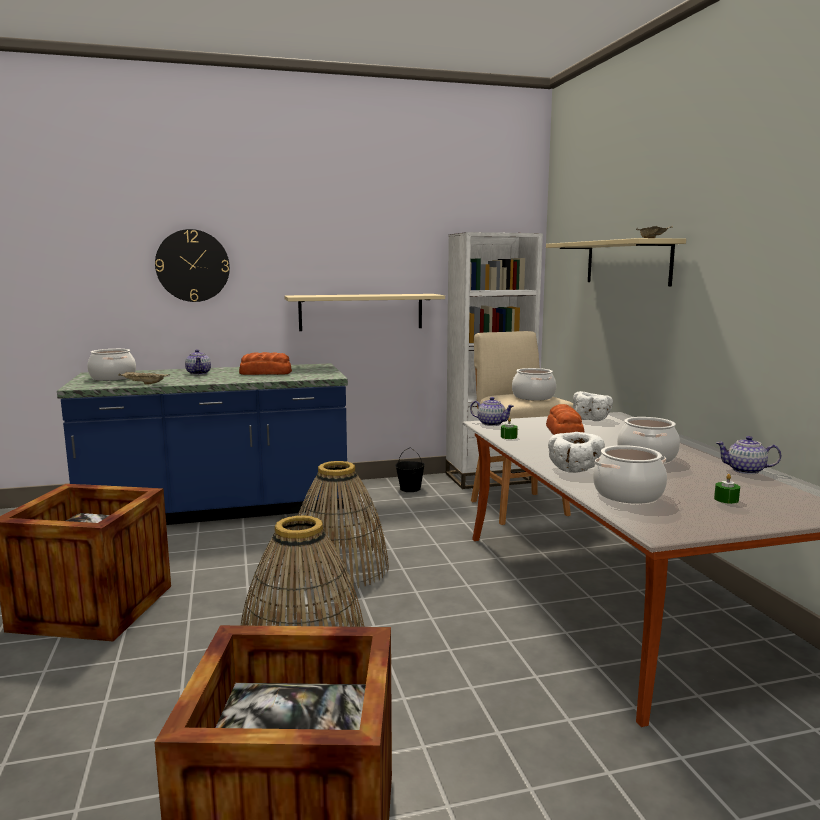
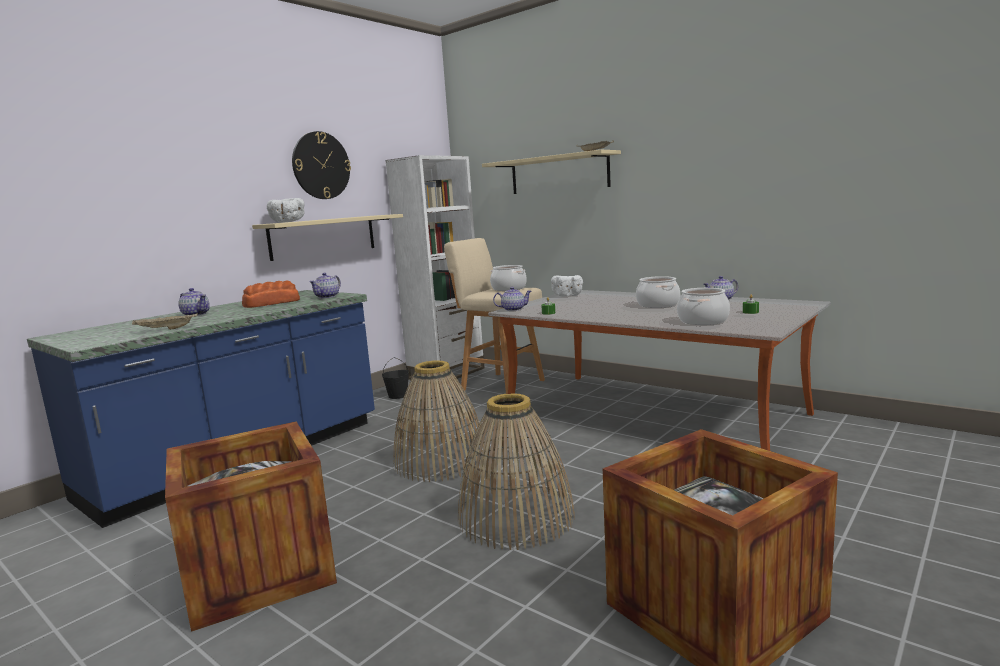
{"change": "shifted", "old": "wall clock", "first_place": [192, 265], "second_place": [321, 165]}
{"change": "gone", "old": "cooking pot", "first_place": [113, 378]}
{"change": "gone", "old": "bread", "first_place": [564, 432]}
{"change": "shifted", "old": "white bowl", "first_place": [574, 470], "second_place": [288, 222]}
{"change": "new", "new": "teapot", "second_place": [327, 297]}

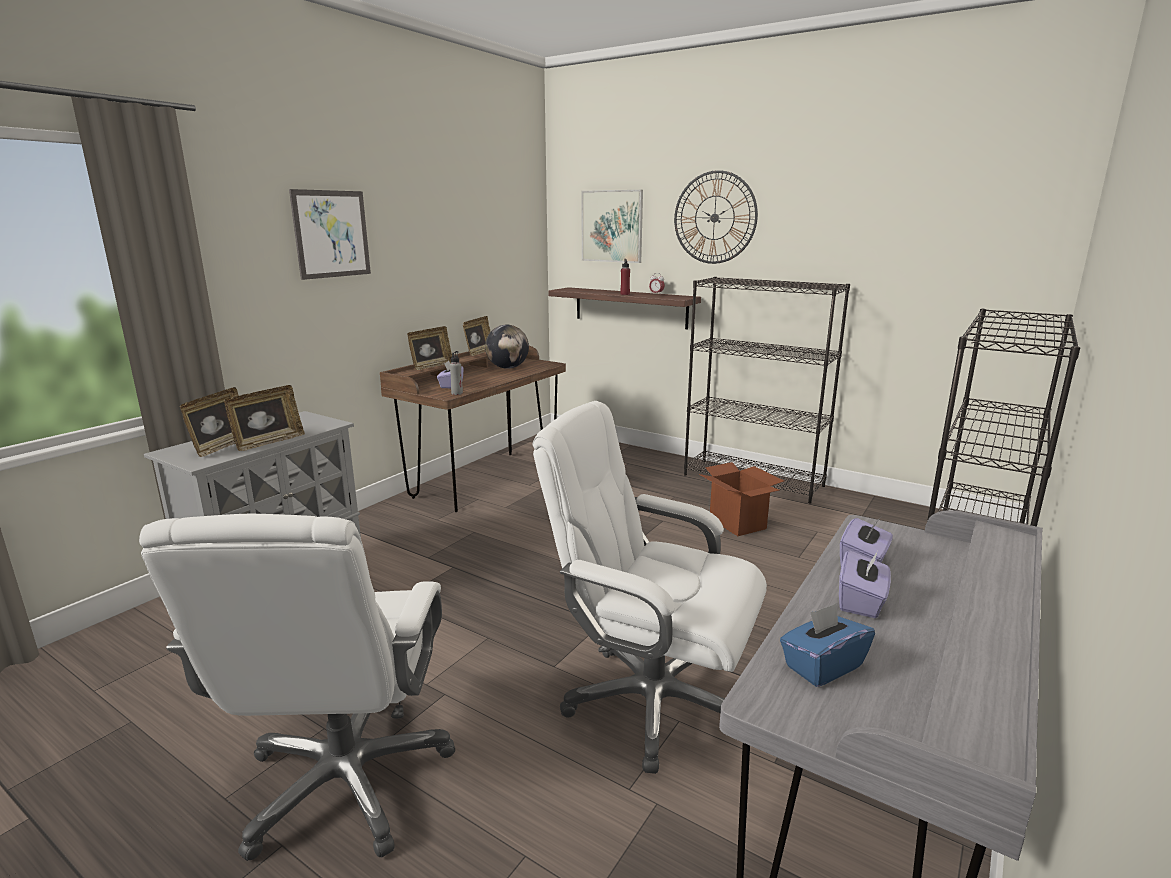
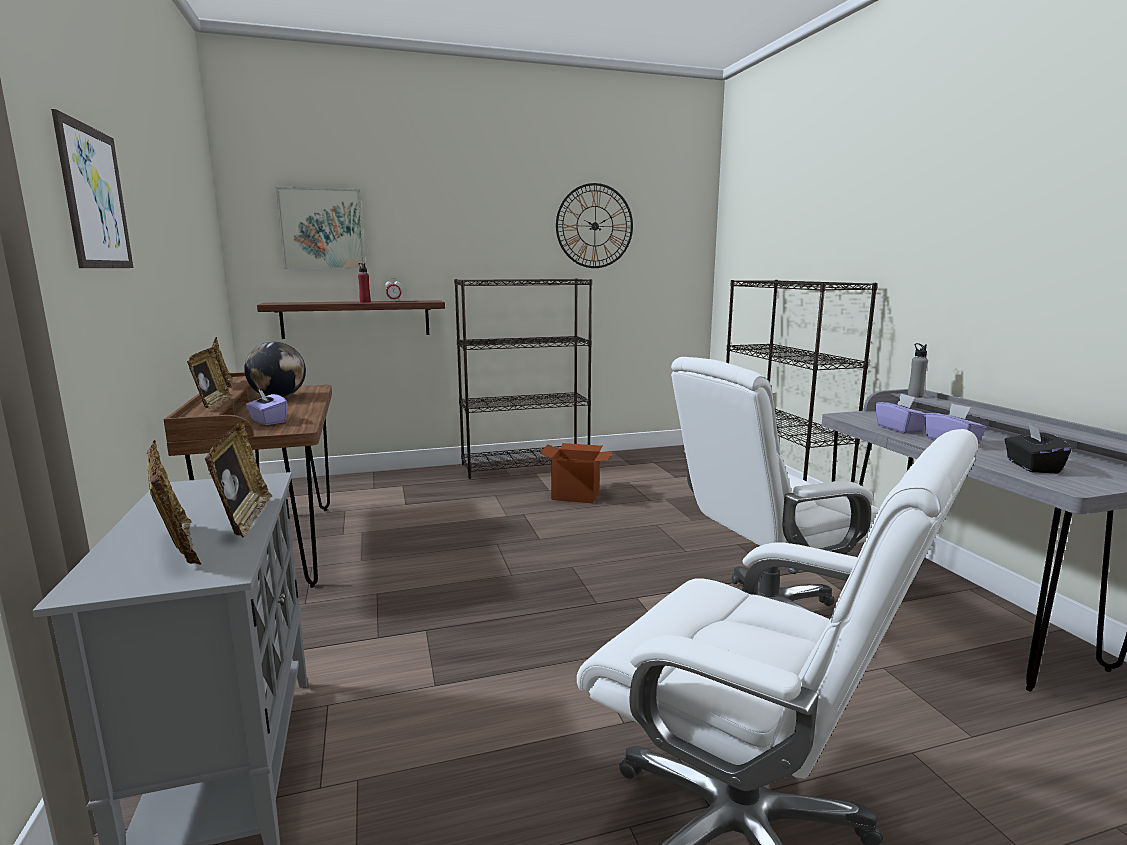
{"change": "shifted", "old": "wall clock", "first_place": [714, 218], "second_place": [594, 226]}
{"change": "shifted", "old": "grey bottle", "first_place": [457, 393], "second_place": [915, 396]}
{"change": "repainted", "old": "blue tissue box", "new": "black tissue box", "first_place": [822, 666], "second_place": [1031, 467]}

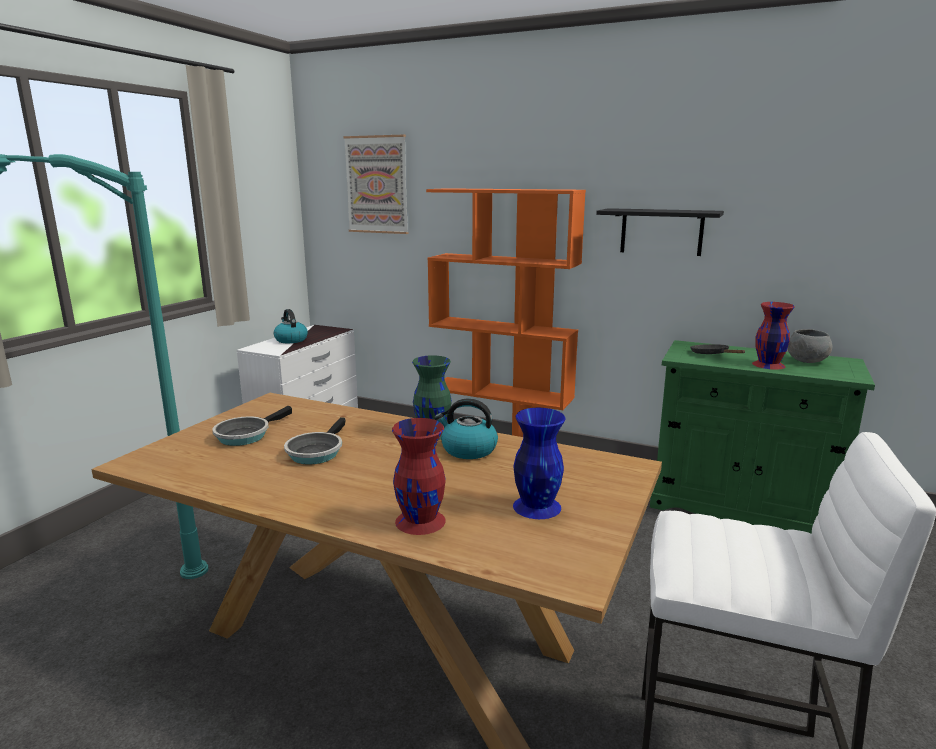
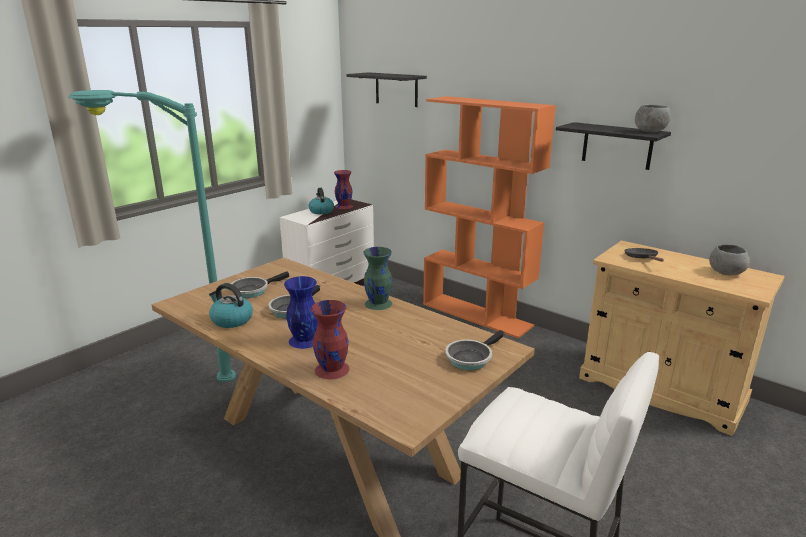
{"change": "swapped", "old": "picture", "new": "black shelf", "first_place": [377, 185], "second_place": [396, 89]}
{"change": "shifted", "old": "red vase", "first_place": [767, 365], "second_place": [343, 206]}
{"change": "repainted", "old": "green cabinet", "new": "beige cabinet", "first_place": [741, 507], "second_place": [661, 389]}
{"change": "shifted", "old": "kettle", "first_place": [468, 450], "second_place": [231, 320]}
{"change": "shifted", "old": "blue vase", "first_place": [536, 506], "second_place": [304, 340]}
{"change": "new", "new": "grey bowl", "second_place": [649, 131]}
{"change": "new", "new": "frying pan", "second_place": [470, 358]}

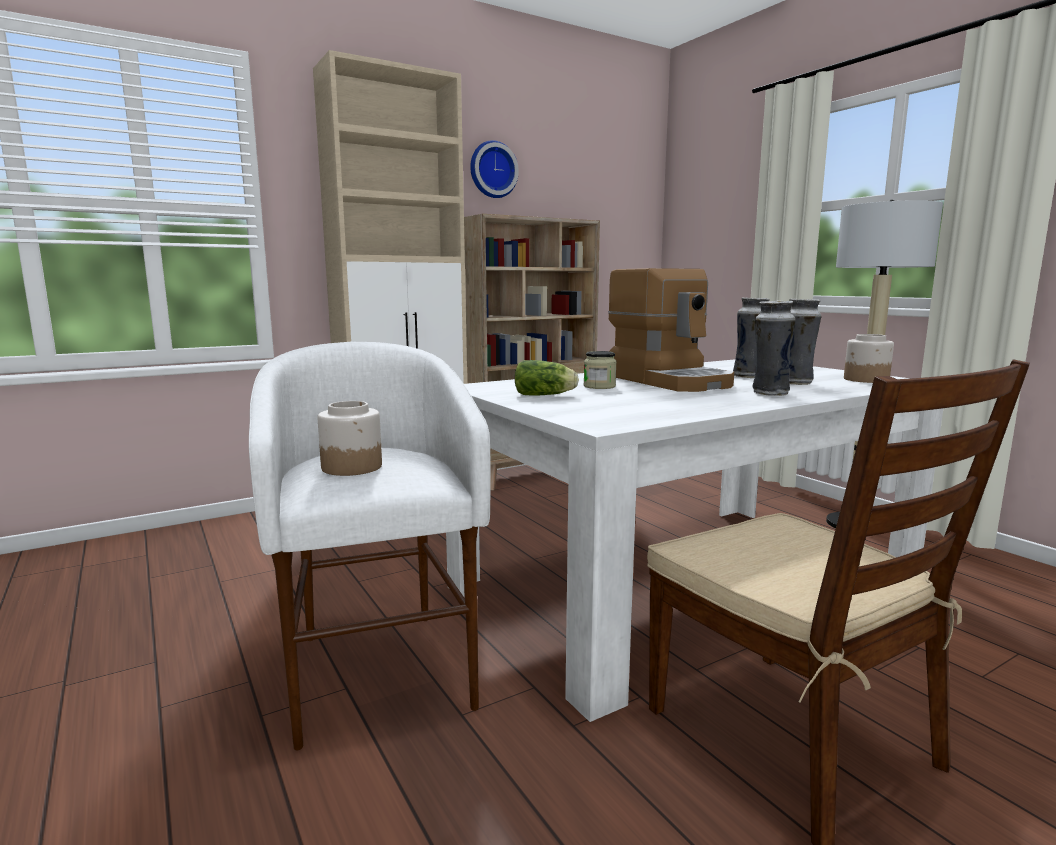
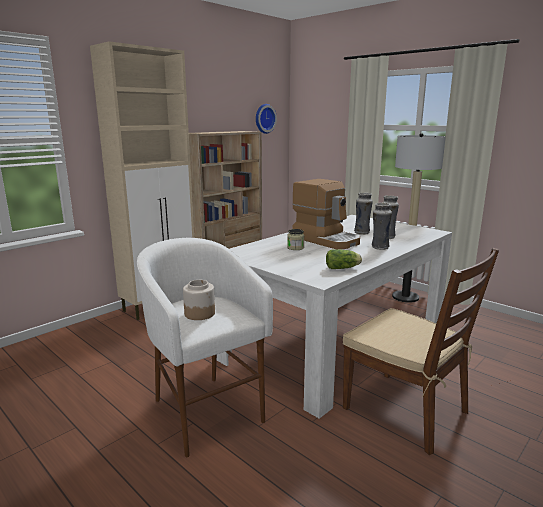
{"change": "shifted", "old": "wall clock", "first_place": [492, 170], "second_place": [264, 118]}
{"change": "gone", "old": "jar", "first_place": [866, 380]}
{"change": "shifted", "old": "lettuce", "first_place": [546, 395], "second_place": [343, 268]}

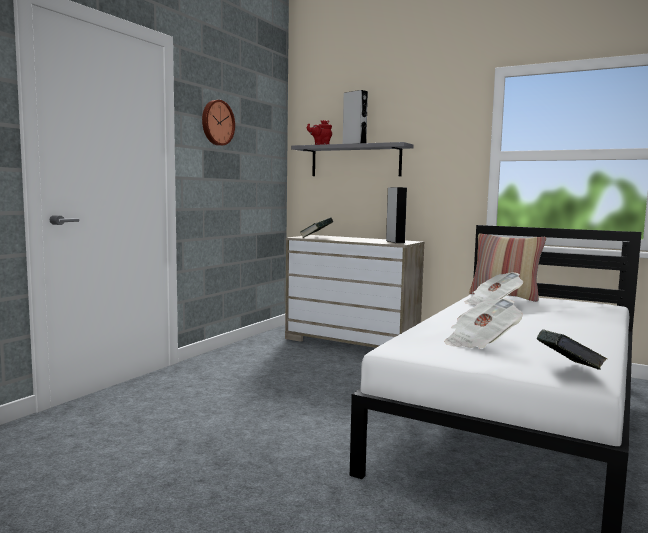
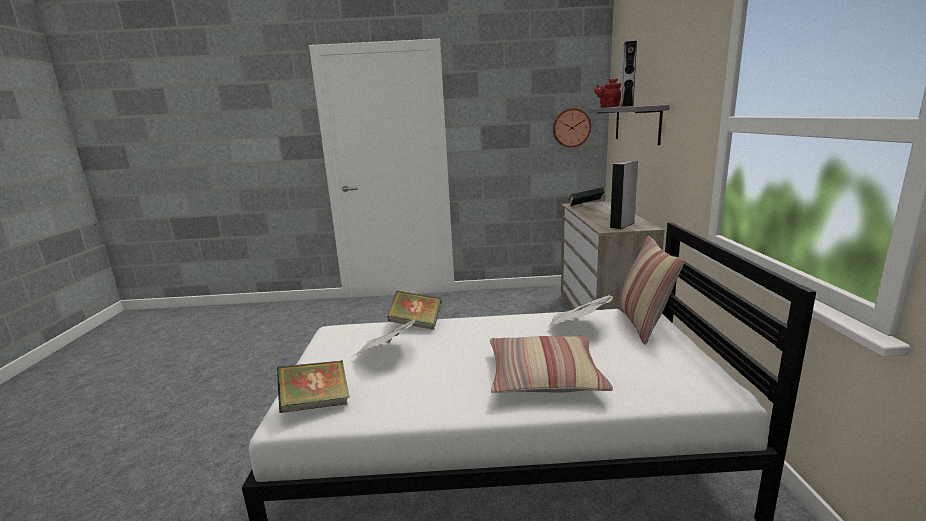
{"change": "shifted", "old": "wall clock", "first_place": [216, 123], "second_place": [571, 128]}
{"change": "new", "new": "book", "second_place": [416, 324]}
{"change": "new", "new": "pillow", "second_place": [544, 376]}

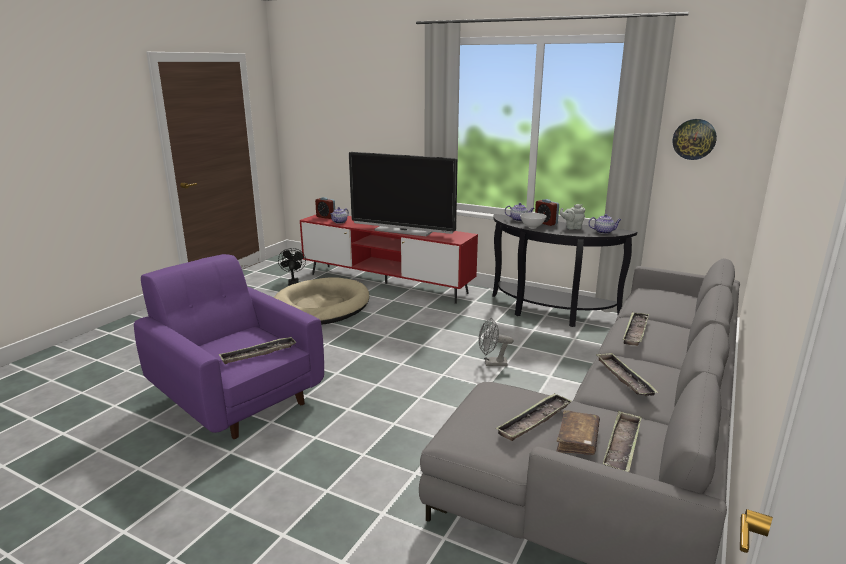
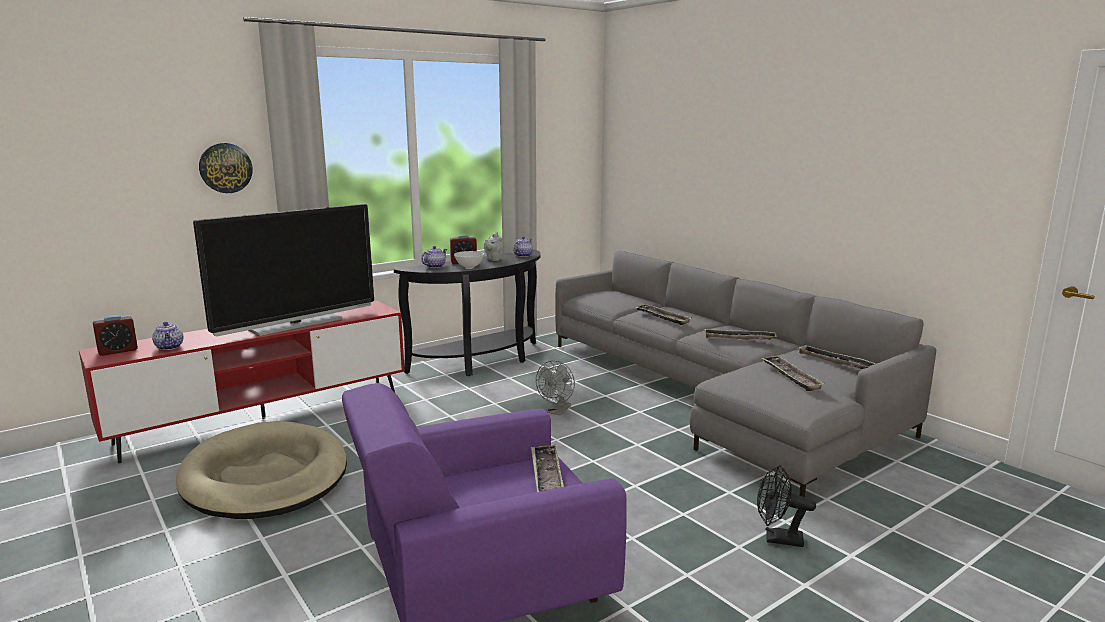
{"change": "shifted", "old": "wall clock", "first_place": [694, 139], "second_place": [225, 168]}
{"change": "shifted", "old": "black fan", "first_place": [293, 281], "second_place": [777, 539]}
{"change": "gone", "old": "brown book", "first_place": [577, 439]}

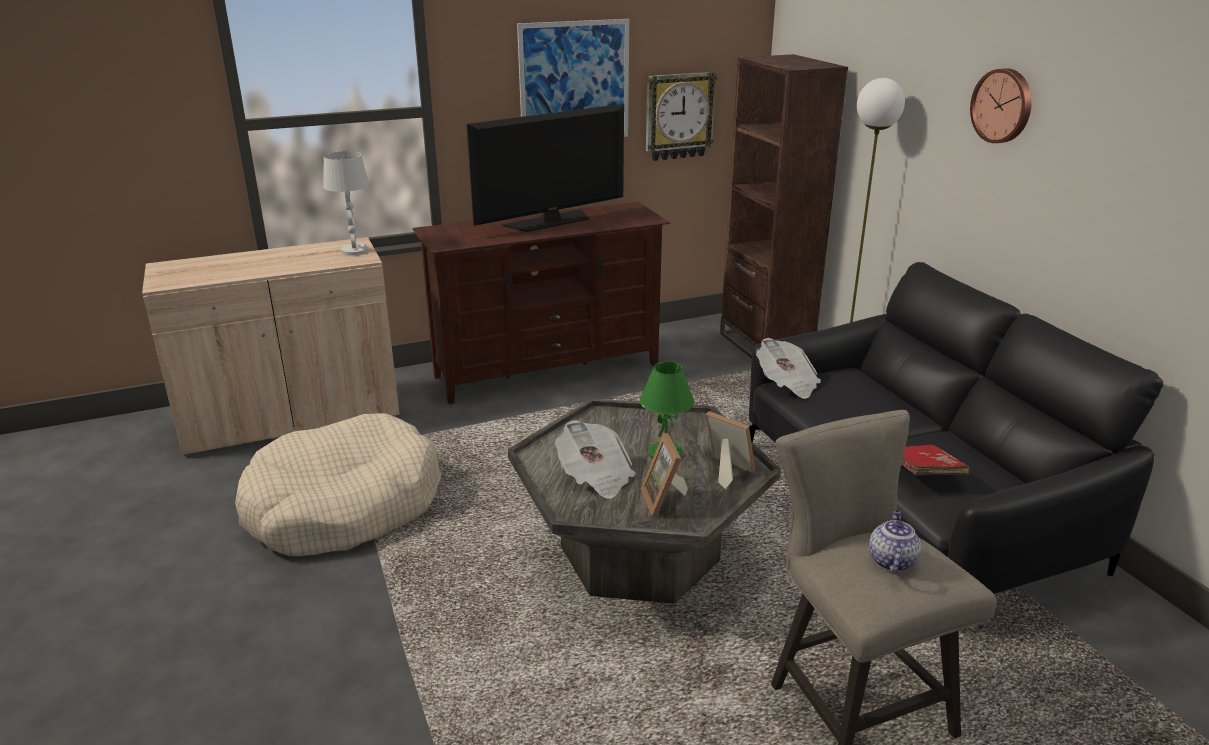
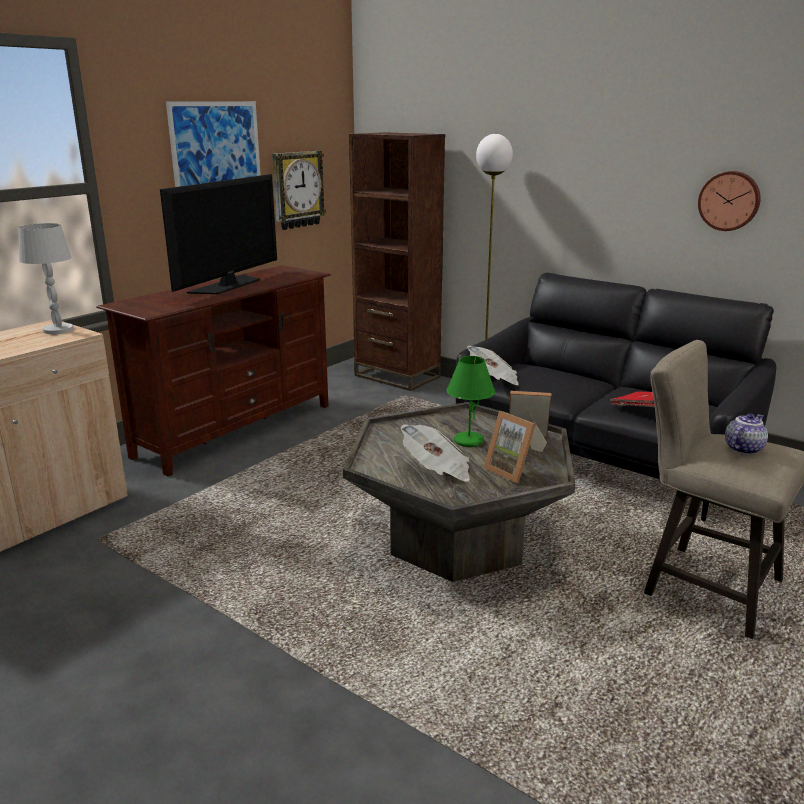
{"change": "shifted", "old": "wall clock", "first_place": [1003, 105], "second_place": [729, 201]}
{"change": "gone", "old": "beige dog bed", "first_place": [343, 506]}
{"change": "rotated", "old": "teapot", "first_place": [891, 560], "second_place": [743, 448], "degrees": 60}

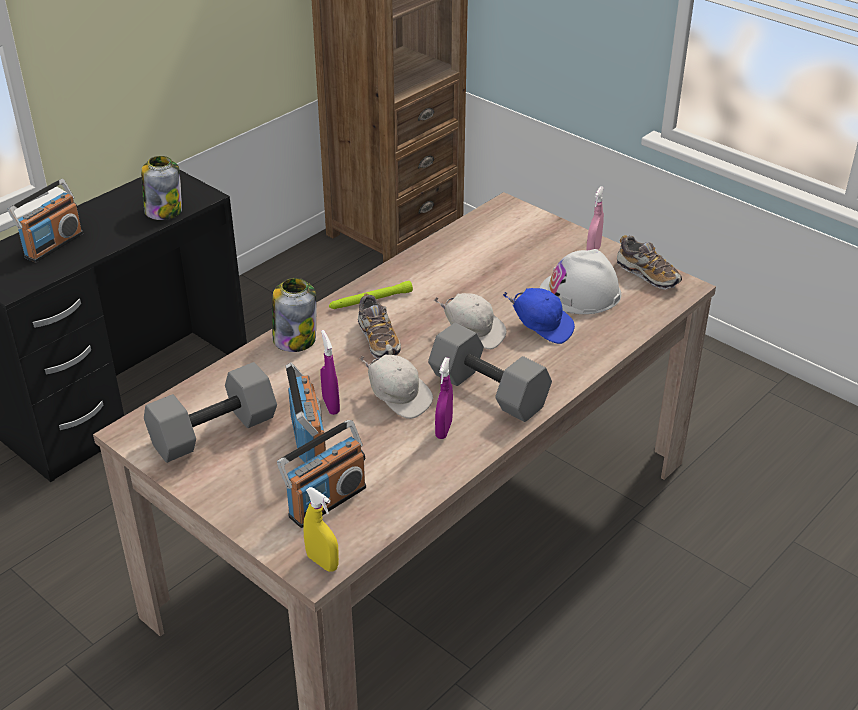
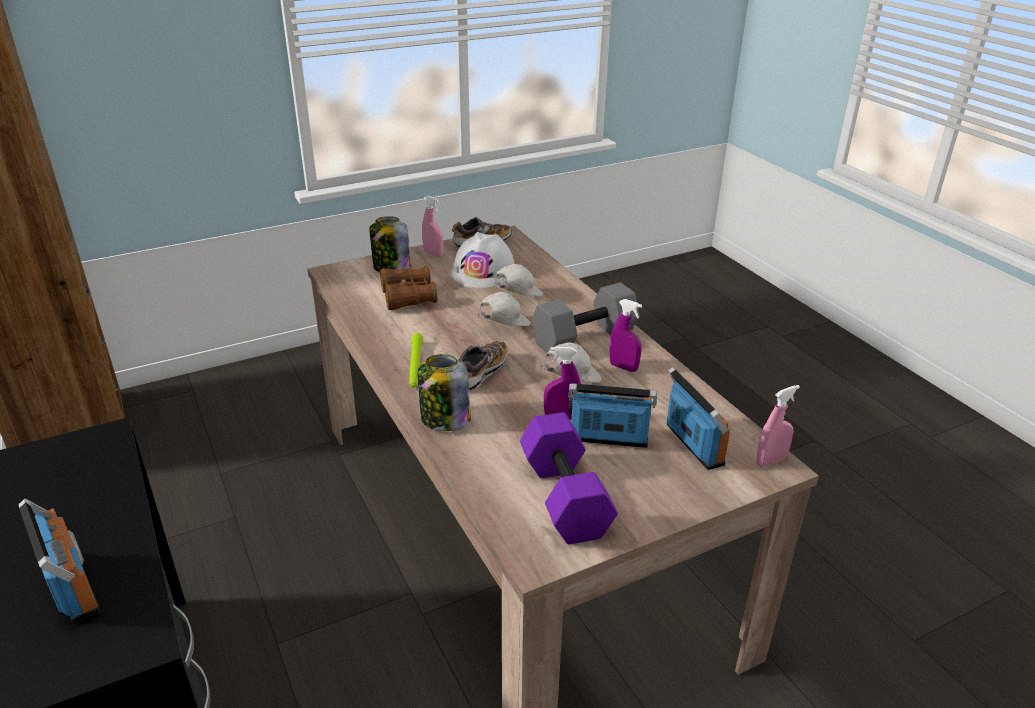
{"change": "shifted", "old": "jar", "first_place": [164, 211], "second_place": [391, 268]}
{"change": "repainted", "old": "blue cap", "new": "white cap", "first_place": [541, 327], "second_place": [517, 297]}
{"change": "rotated", "old": "shoe", "first_place": [378, 340], "second_place": [480, 373], "degrees": -60}
{"change": "repainted", "old": "grey dumbbell", "new": "purple dumbbell", "first_place": [214, 430], "second_place": [562, 496]}
{"change": "repainted", "old": "yellow spray bottle", "new": "pink spray bottle", "first_place": [322, 562], "second_place": [770, 461]}
{"change": "new", "new": "brown binoculars", "second_place": [408, 297]}

